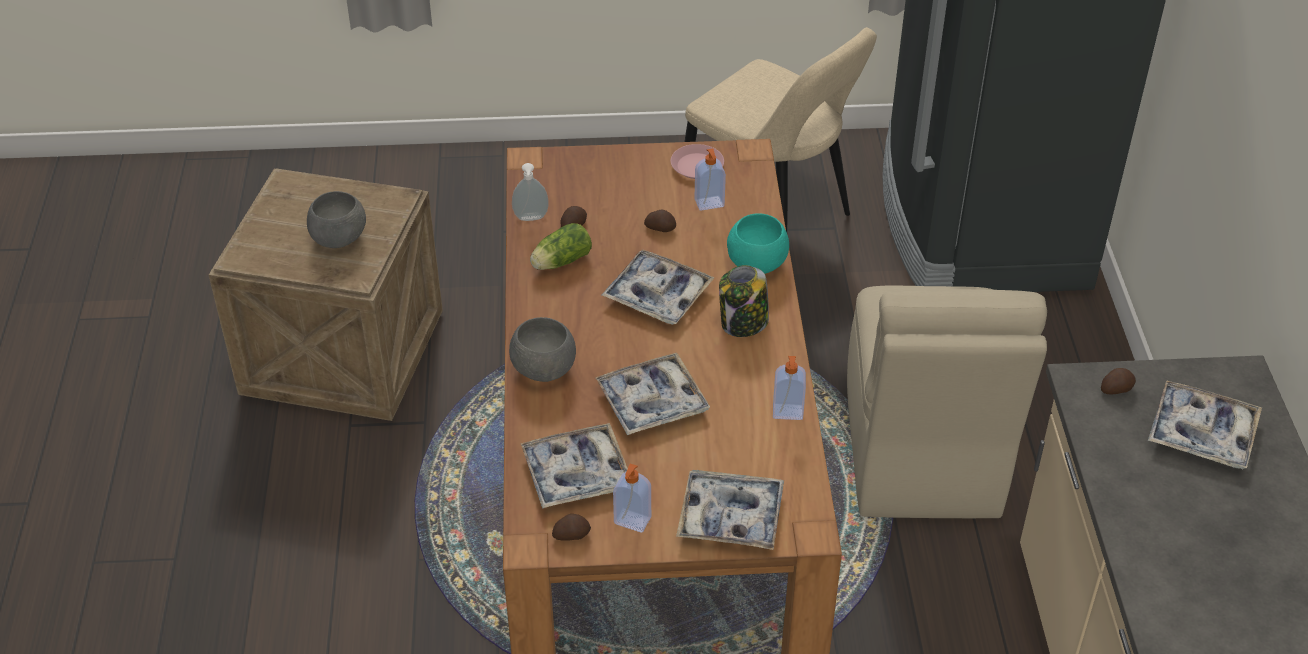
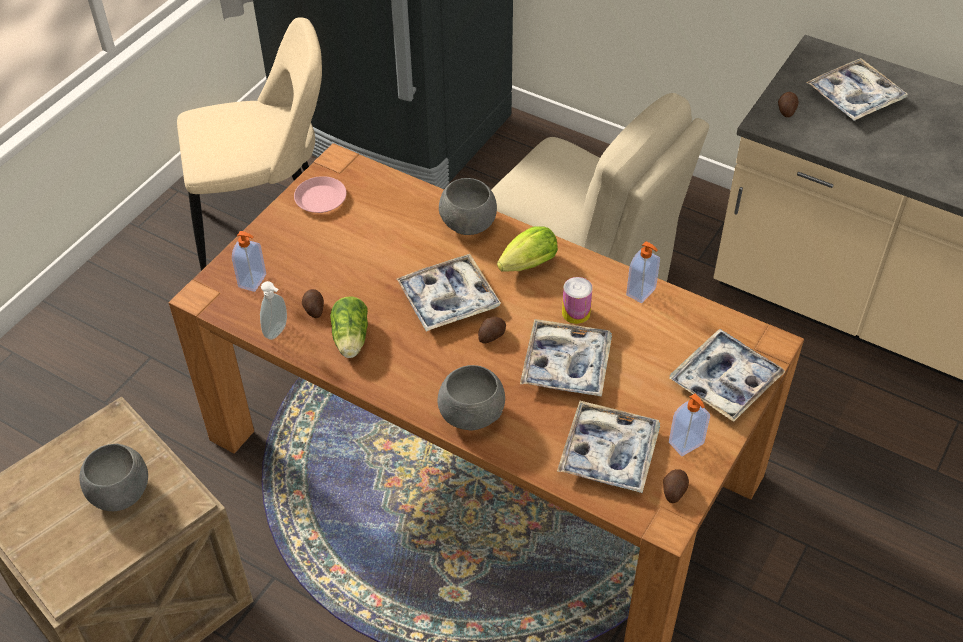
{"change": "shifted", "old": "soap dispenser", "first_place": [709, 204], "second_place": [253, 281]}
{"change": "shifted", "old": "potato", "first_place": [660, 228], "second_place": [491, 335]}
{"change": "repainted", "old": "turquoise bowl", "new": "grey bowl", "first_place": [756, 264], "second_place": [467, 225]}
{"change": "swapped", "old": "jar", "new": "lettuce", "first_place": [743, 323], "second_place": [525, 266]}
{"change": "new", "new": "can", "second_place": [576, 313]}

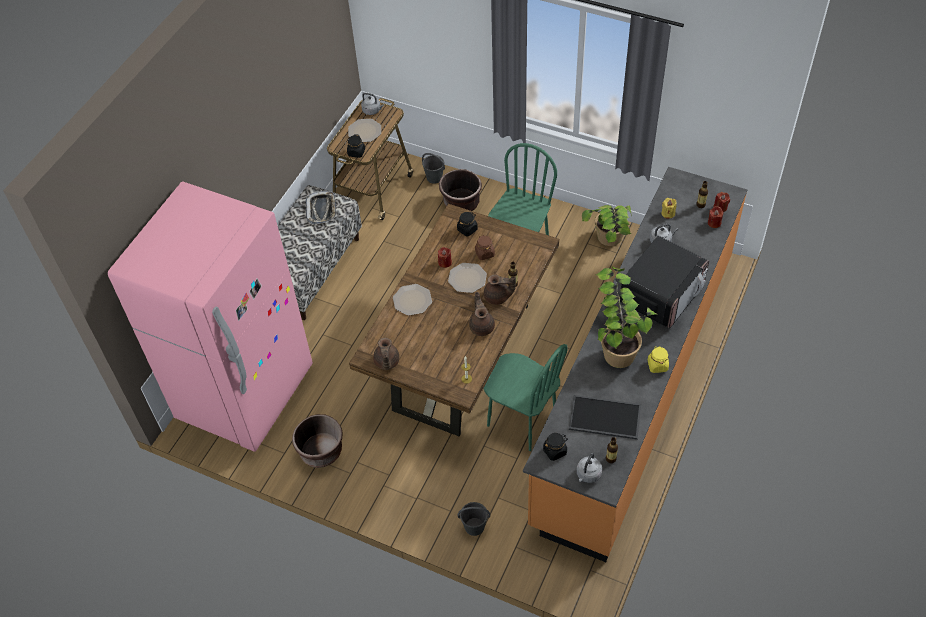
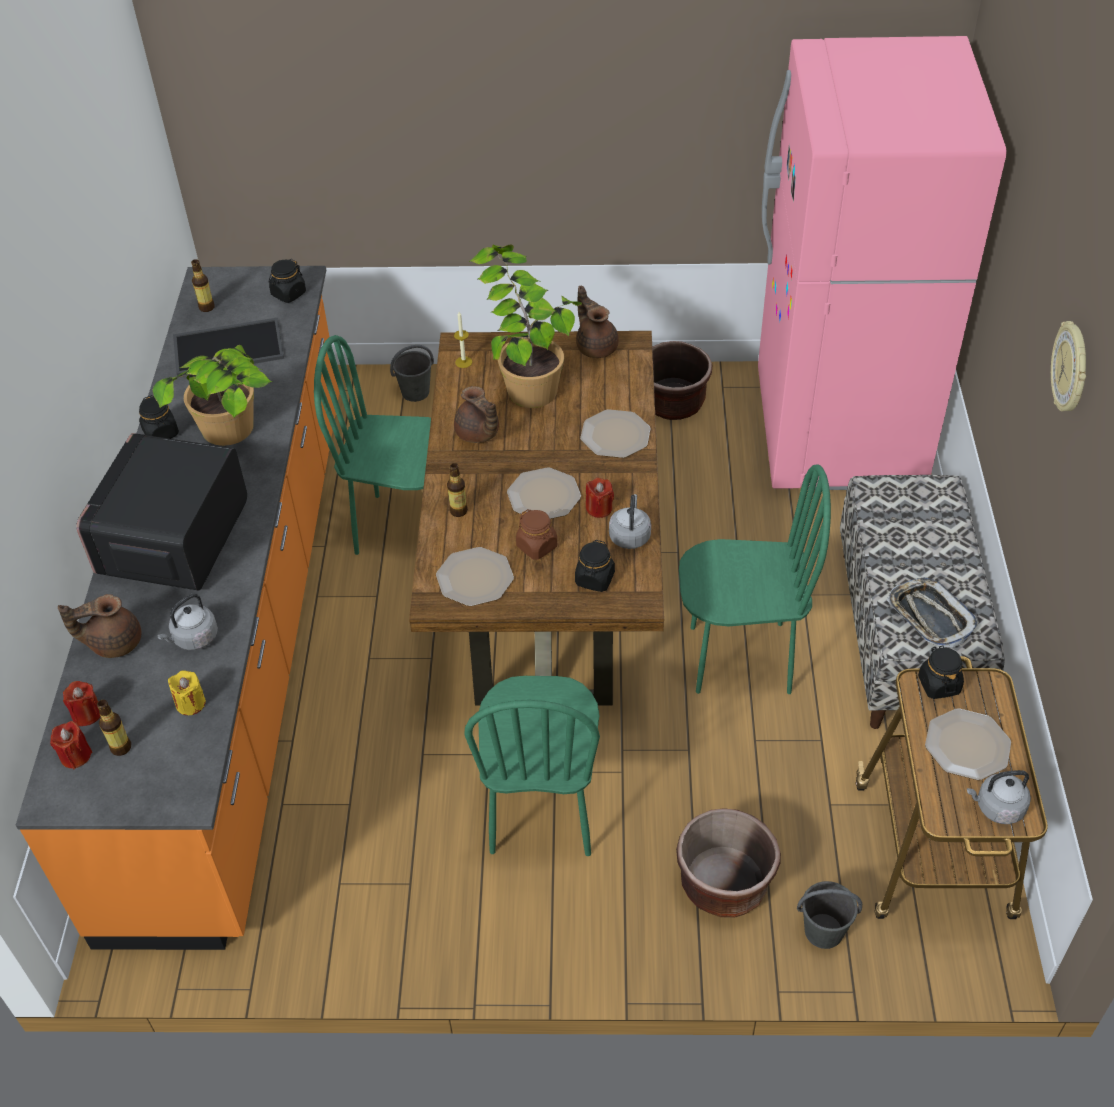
{"change": "shifted", "old": "potted plant", "first_place": [608, 247], "second_place": [526, 374]}
{"change": "shifted", "old": "brown teapot", "first_place": [498, 297], "second_place": [113, 642]}
{"change": "repainted", "old": "yellow jar", "new": "black jar", "first_place": [657, 365], "second_place": [161, 433]}
{"change": "shifted", "old": "grey kettle", "first_place": [588, 475], "second_place": [630, 535]}
{"change": "new", "new": "wall clock", "second_place": [1071, 369]}
{"change": "new", "new": "green chair", "second_place": [740, 658]}
{"change": "new", "new": "plate", "second_place": [475, 578]}

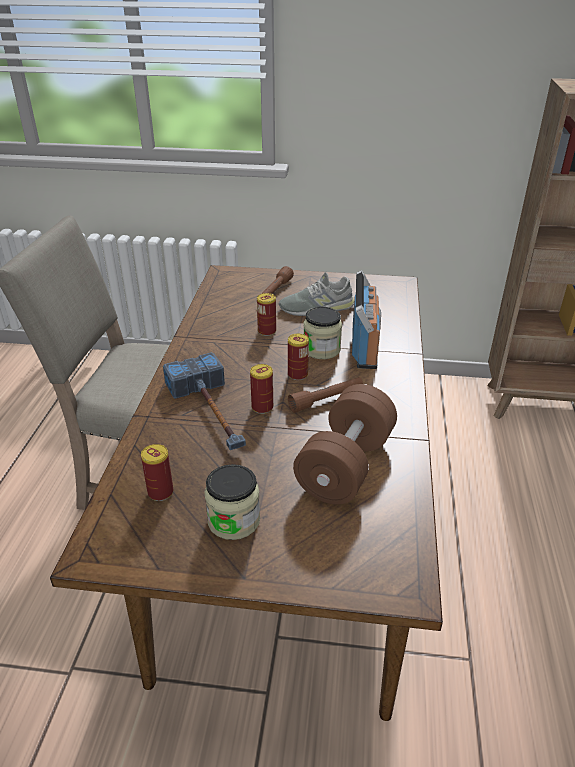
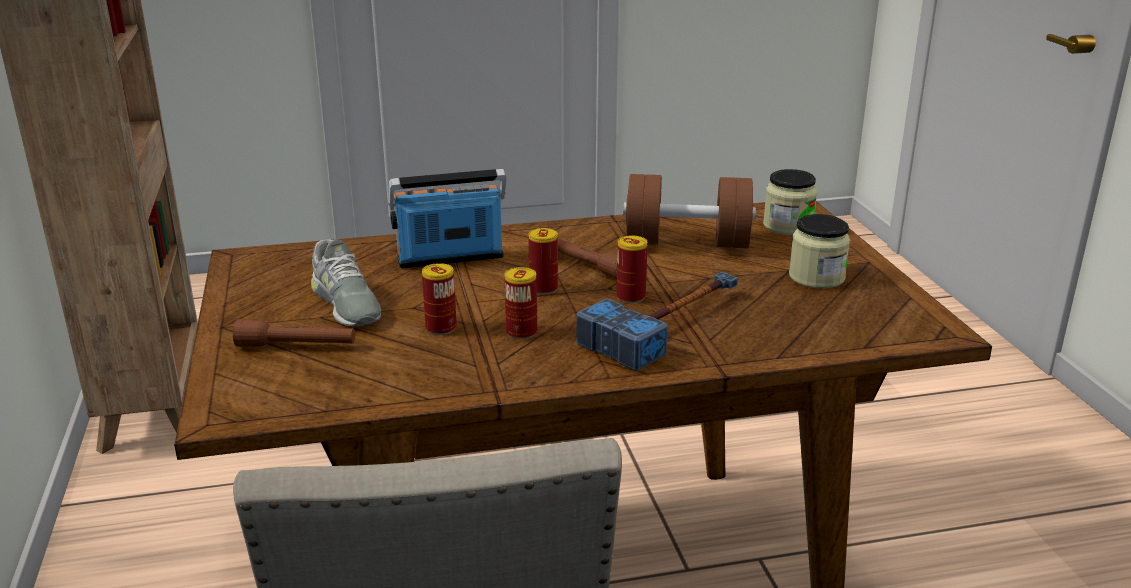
{"change": "shifted", "old": "jar", "first_place": [321, 349], "second_place": [788, 226]}
{"change": "shifted", "old": "can", "first_place": [160, 492], "second_place": [521, 332]}

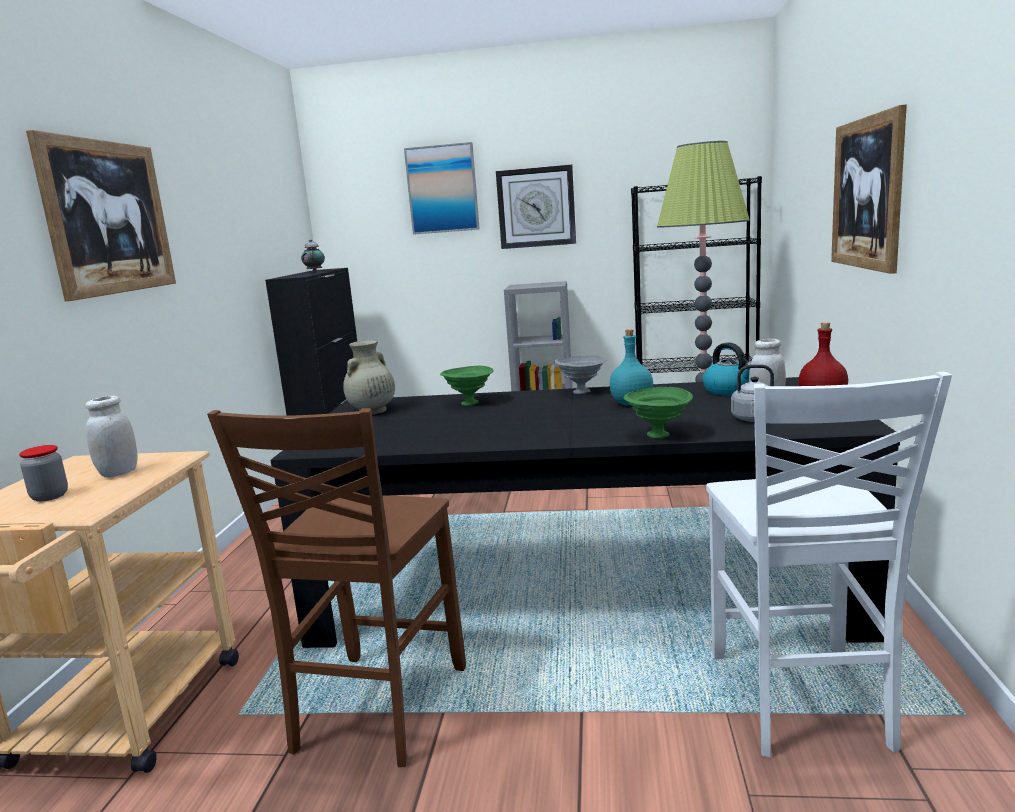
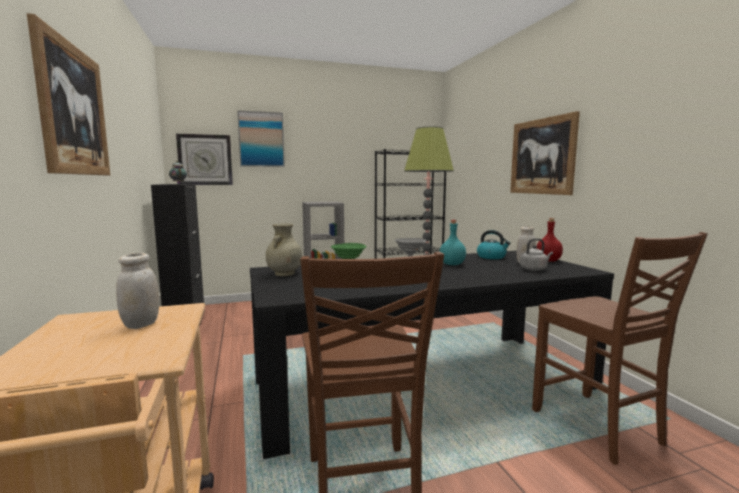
{"change": "shifted", "old": "wall clock", "first_place": [536, 207], "second_place": [205, 160]}
{"change": "repainted", "old": "white chair", "new": "brown chair", "first_place": [800, 700], "second_place": [598, 427]}
{"change": "gone", "old": "green bowl", "first_place": [659, 436]}
{"change": "gone", "old": "jar", "first_place": [49, 496]}

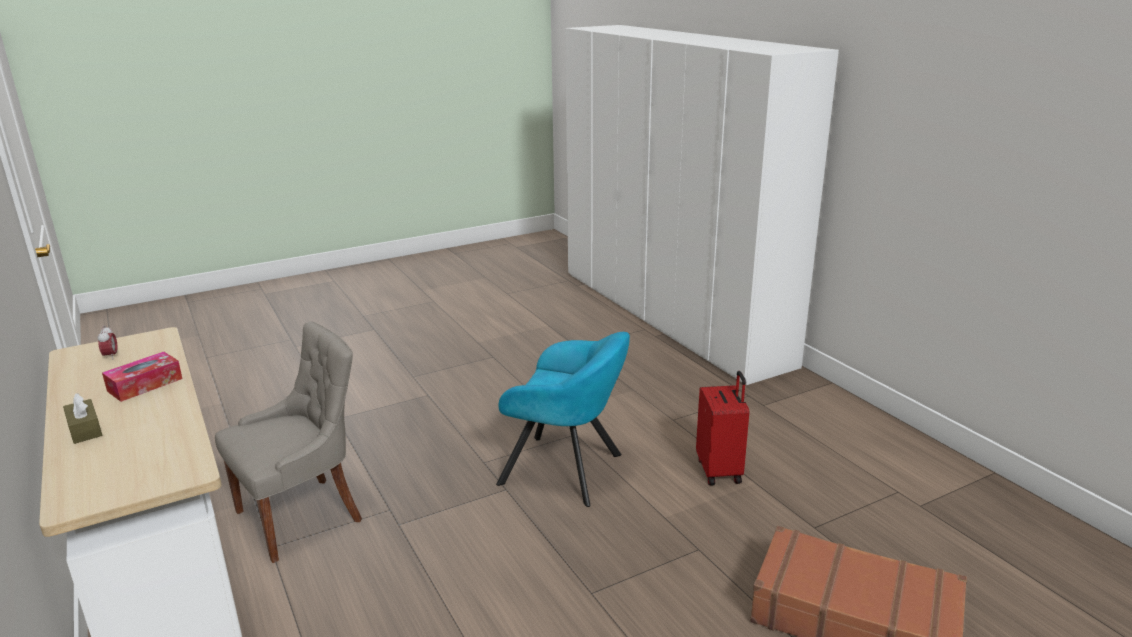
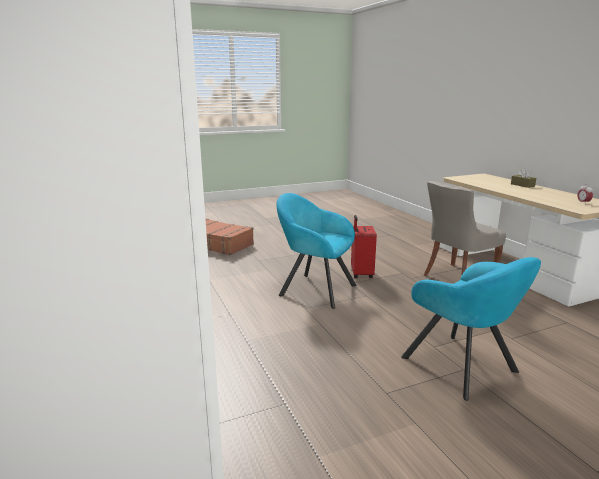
{"change": "gone", "old": "tissue box", "first_place": [145, 385]}
{"change": "shifted", "old": "red suitcase", "first_place": [720, 471], "second_place": [361, 274]}
{"change": "new", "new": "turquoise armchair", "second_place": [463, 367]}

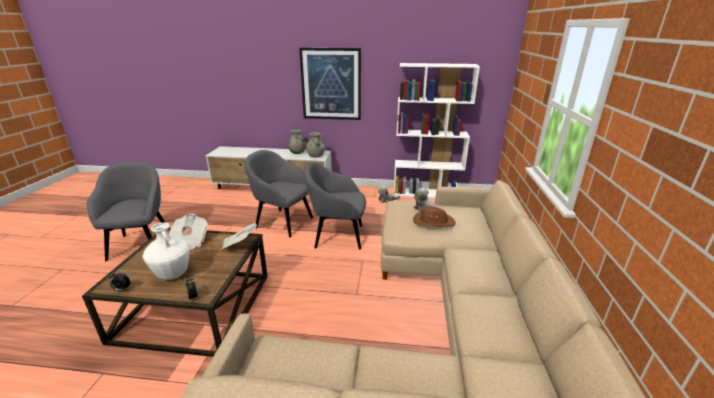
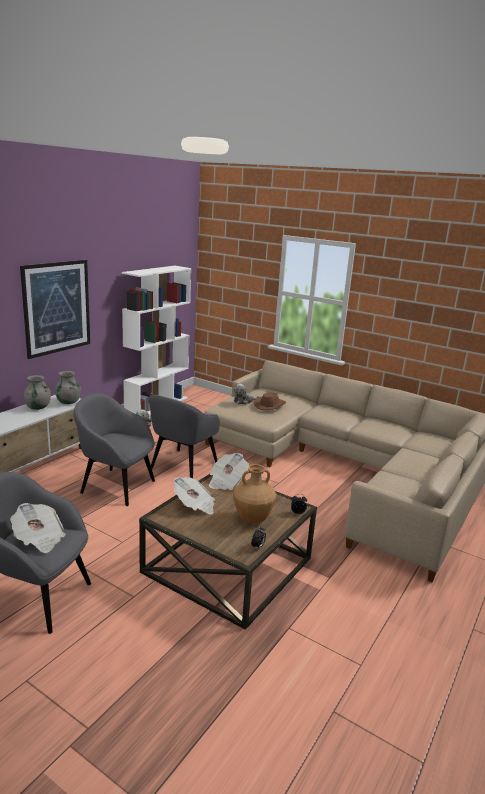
{"change": "rotated", "old": "grey armchair", "first_place": [283, 222], "second_place": [116, 486], "degrees": 60}
{"change": "repainted", "old": "white vase", "new": "brown vase", "first_place": [173, 274], "second_place": [252, 519]}
{"change": "new", "new": "newspaper", "second_place": [39, 539]}

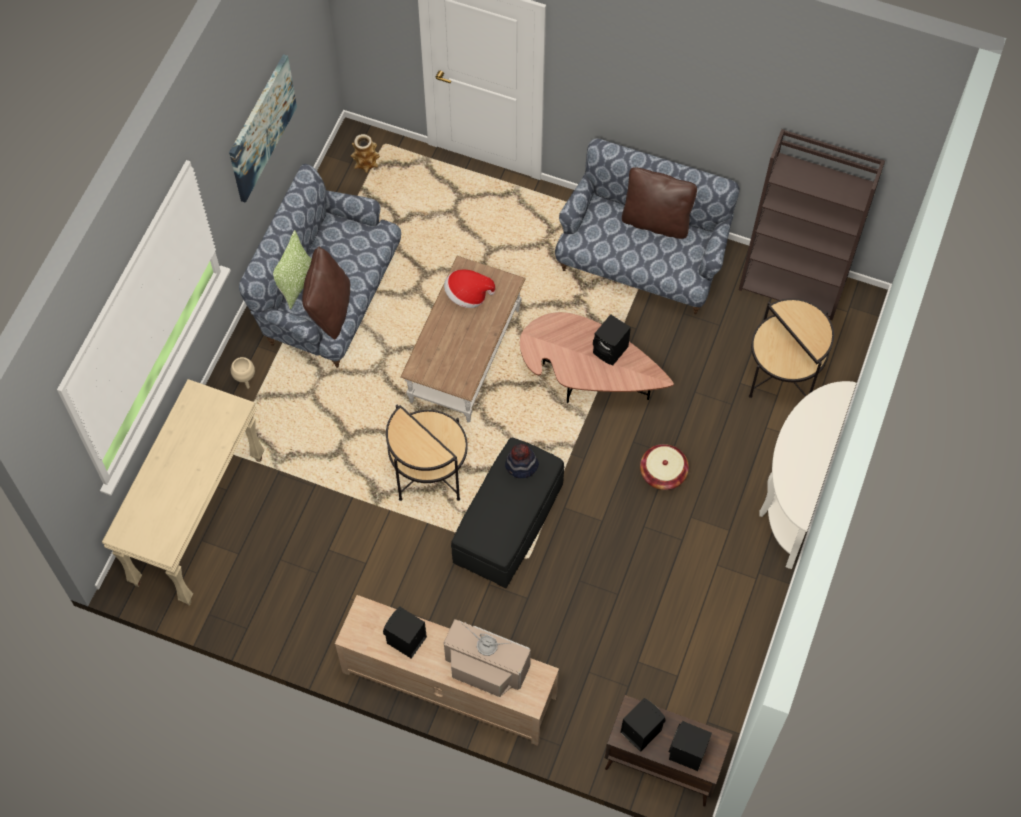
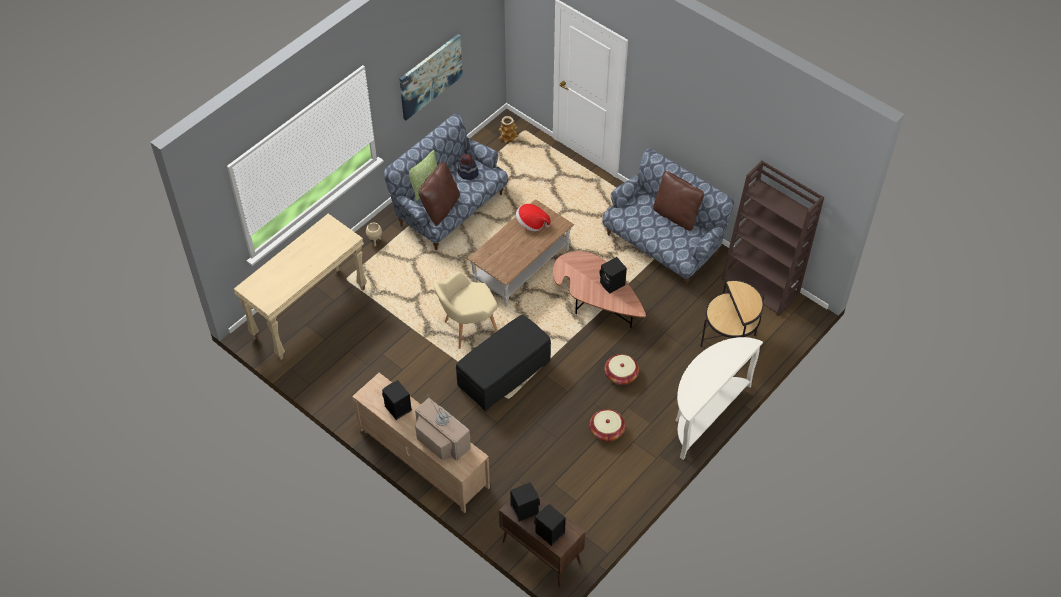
{"change": "swapped", "old": "side table", "new": "beige armchair", "first_place": [430, 473], "second_place": [467, 329]}
{"change": "shifted", "old": "hat", "first_place": [521, 466], "second_place": [468, 173]}
{"change": "new", "new": "basket", "second_place": [606, 430]}

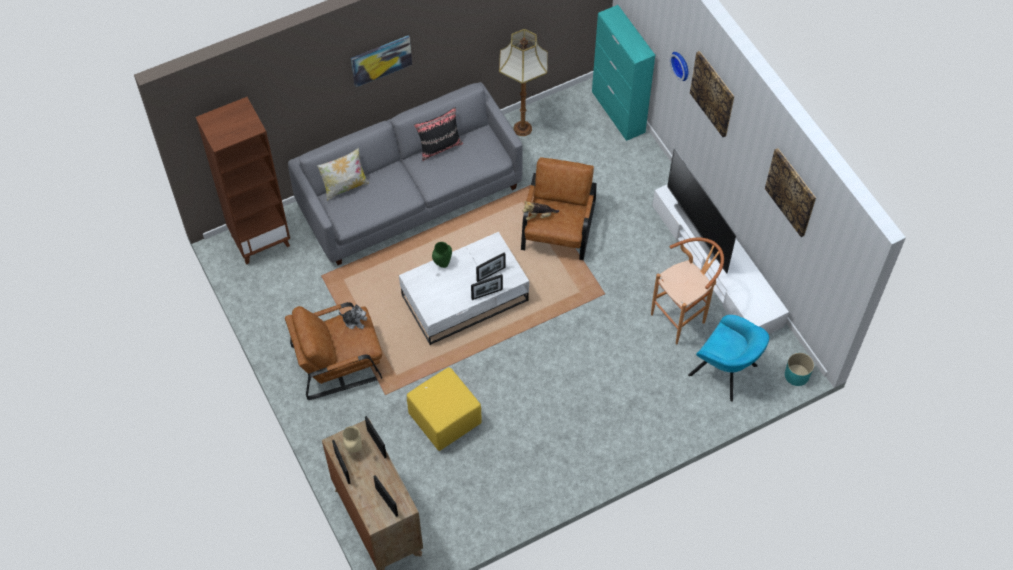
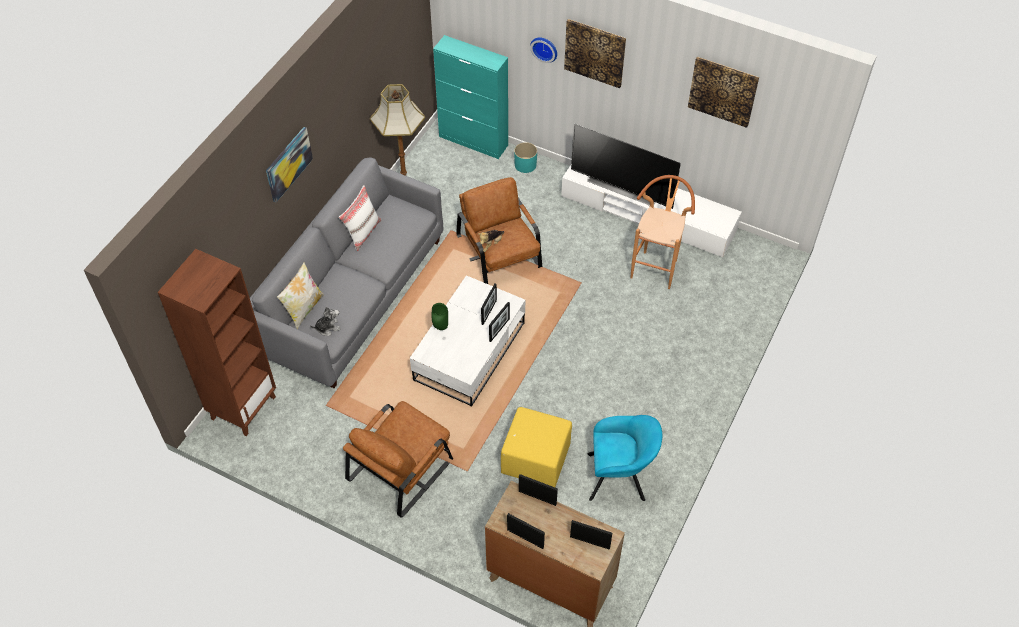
{"change": "repainted", "old": "black pillow", "new": "white pillow", "first_place": [439, 147], "second_place": [363, 232]}
{"change": "shifted", "old": "plush toy", "first_place": [355, 321], "second_place": [327, 327]}
{"change": "shifted", "old": "turquoise armchair", "first_place": [726, 372], "second_place": [620, 476]}
{"change": "shifted", "old": "turquoise planter", "first_place": [796, 375], "second_place": [525, 165]}
{"change": "gone", "old": "beige vase", "first_place": [354, 448]}

